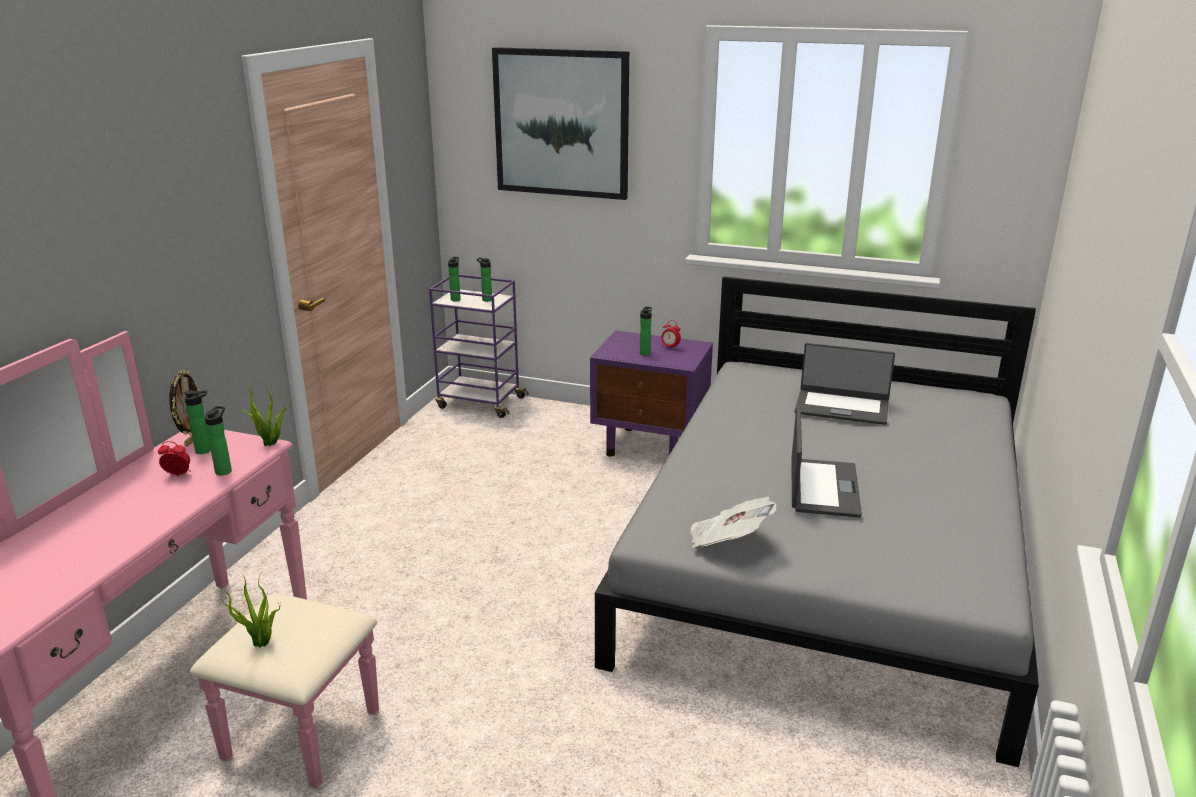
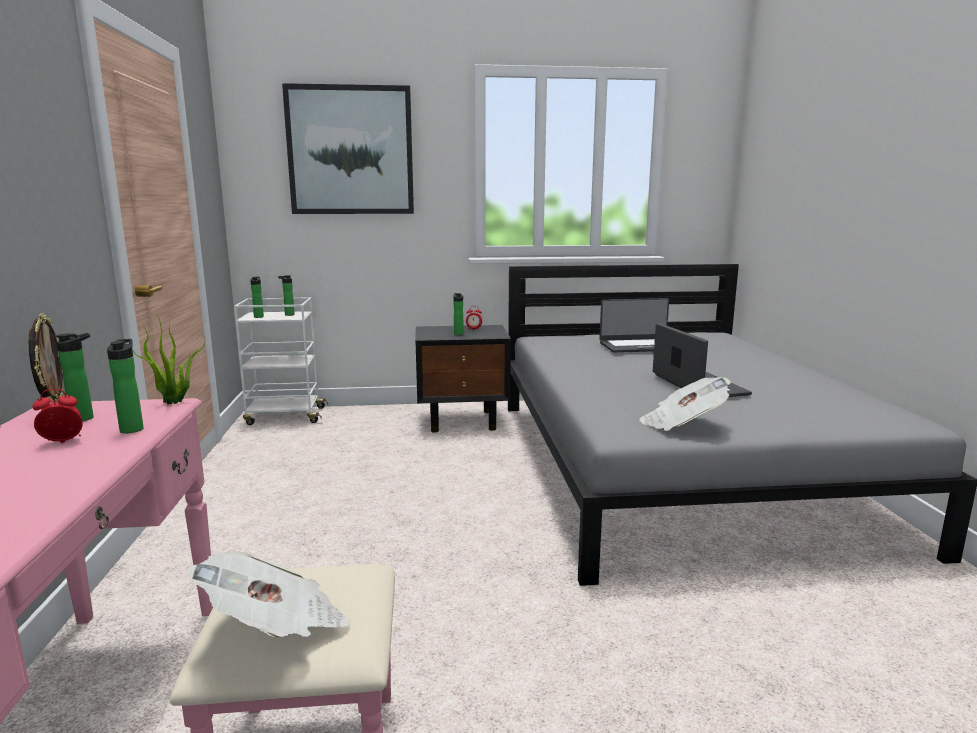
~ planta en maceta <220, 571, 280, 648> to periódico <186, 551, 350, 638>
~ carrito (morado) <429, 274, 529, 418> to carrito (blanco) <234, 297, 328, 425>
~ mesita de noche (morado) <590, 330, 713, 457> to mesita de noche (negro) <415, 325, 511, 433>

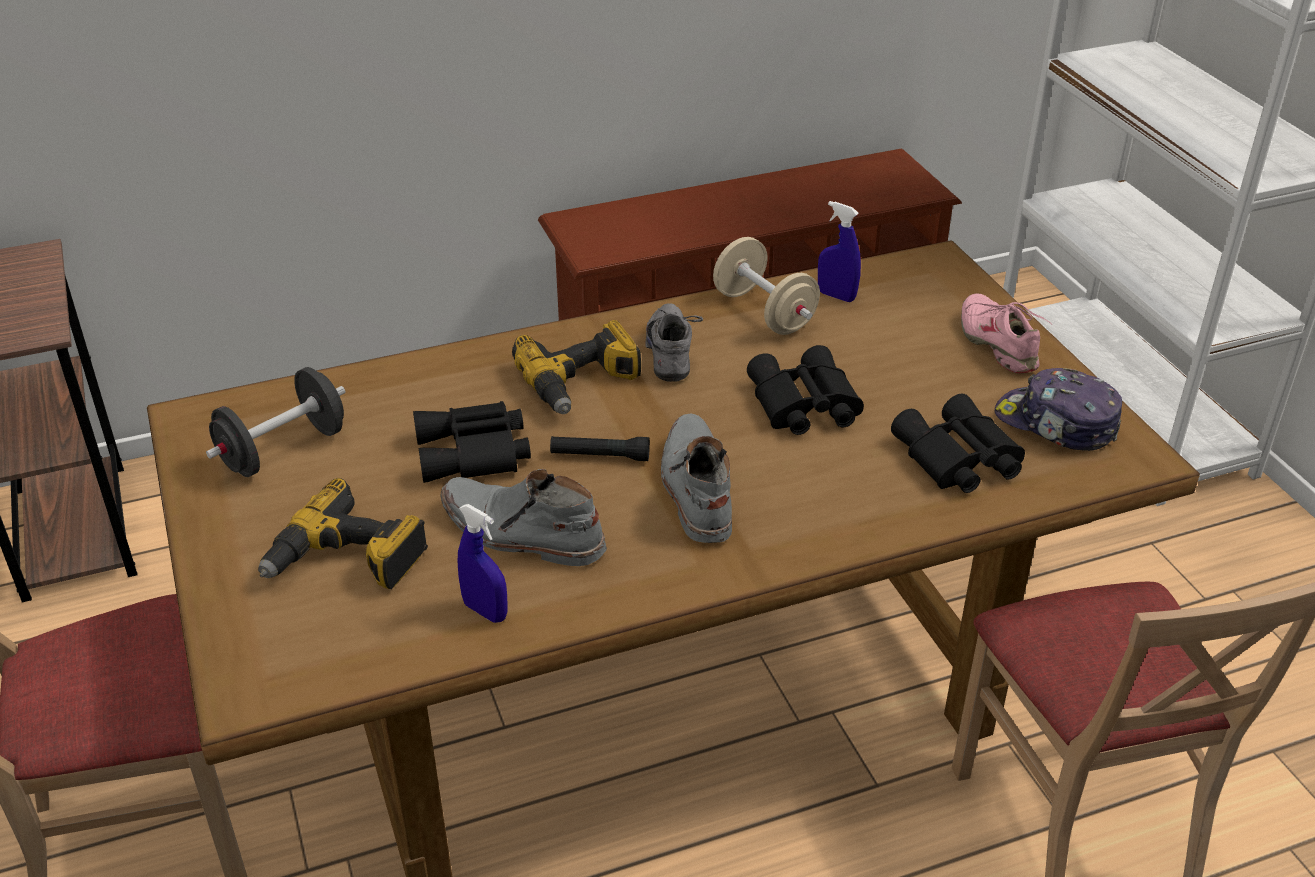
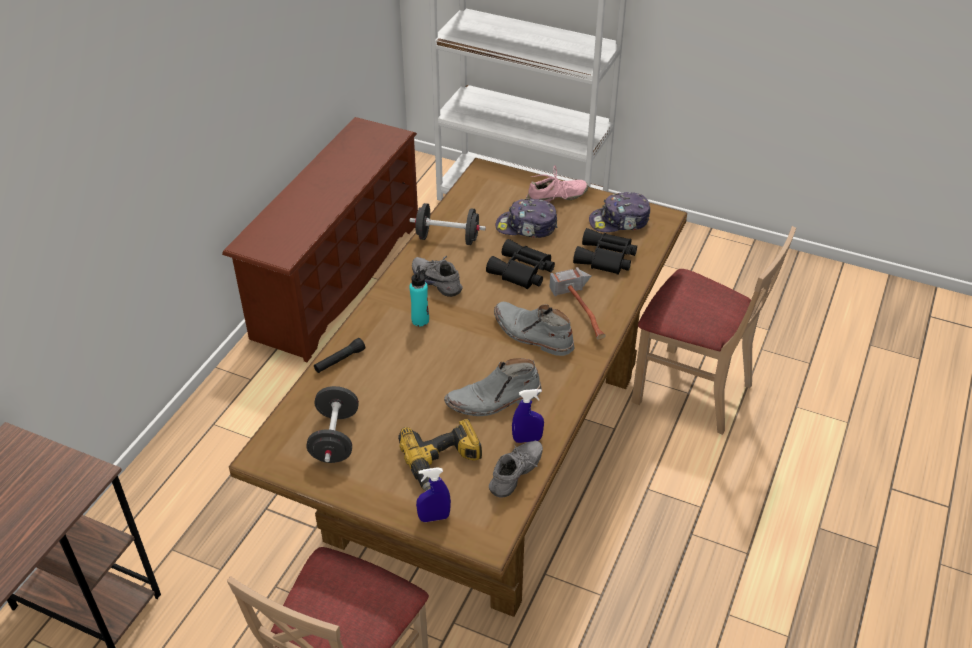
- prismáticos (negro) <413, 401, 531, 483>
~ taladro <512, 320, 641, 414> to botella (turquesa) <409, 265, 429, 326>
~ linterna (negro) <550, 436, 650, 461> to <314, 338, 365, 373>
~ mancuerna (beis) <713, 237, 820, 335> to mancuerna (negro) <410, 203, 486, 245>
~ pulverizador (azul) <818, 201, 861, 302> to <416, 467, 451, 522>
~ zapato (rosa) <961, 293, 1052, 373> = <526, 165, 589, 202> 135 degrees clockwise
+ zapato (gris) <489, 441, 543, 497>
+ gorra <495, 198, 557, 238>
+ martillo <550, 267, 606, 340>

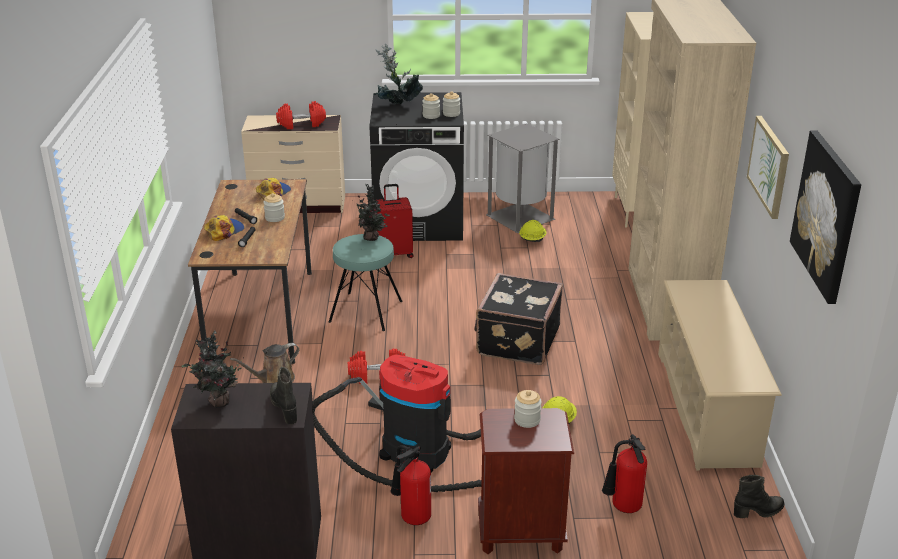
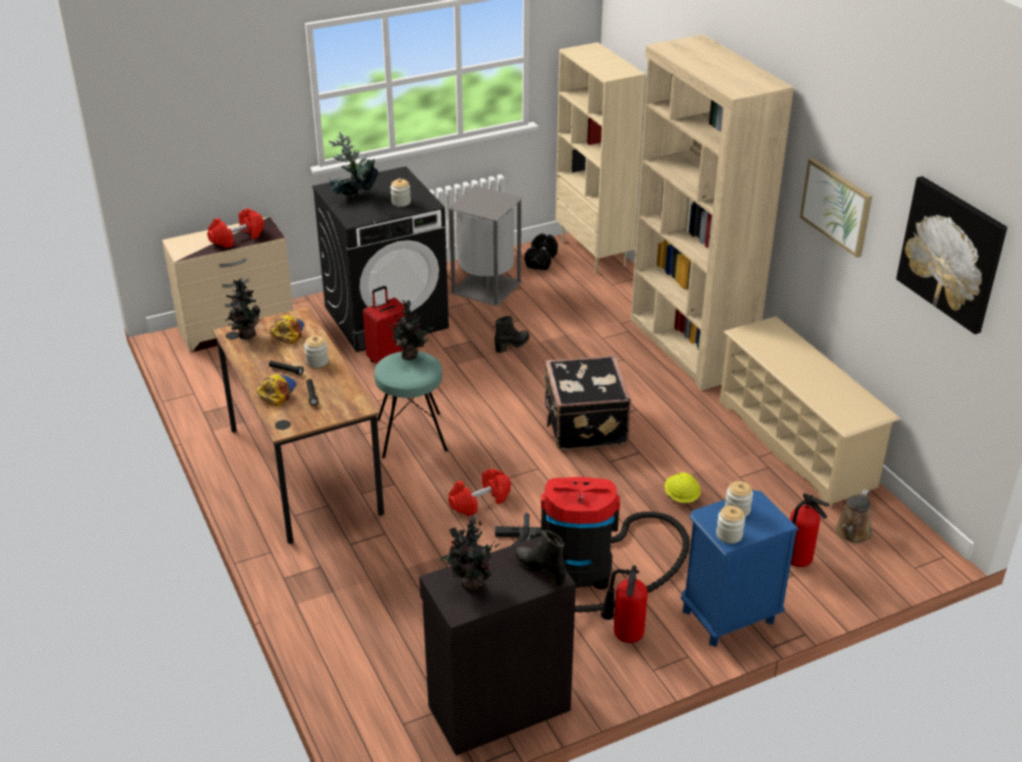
~ regadera (marrón) <230, 343, 299, 383> to <835, 489, 872, 543>
~ tarro <443, 91, 460, 117> to <716, 506, 745, 544>
~ mesita de noche (marrón) <478, 408, 574, 554> to mesita de noche (azul) <681, 490, 799, 647>
- casco (amarillo) <519, 220, 547, 242>
~ bota (negro) <734, 475, 785, 518> to <494, 316, 529, 353>
+ planta en maceta <225, 277, 260, 339>
+ mancuerna (negro) <525, 233, 558, 271>

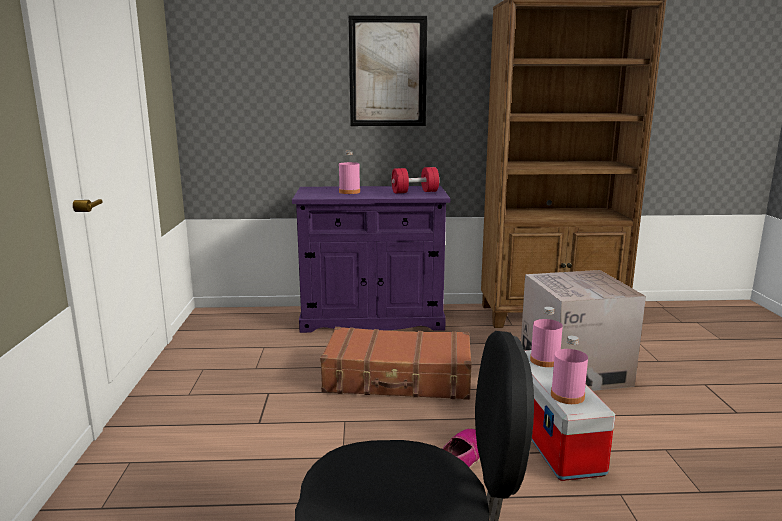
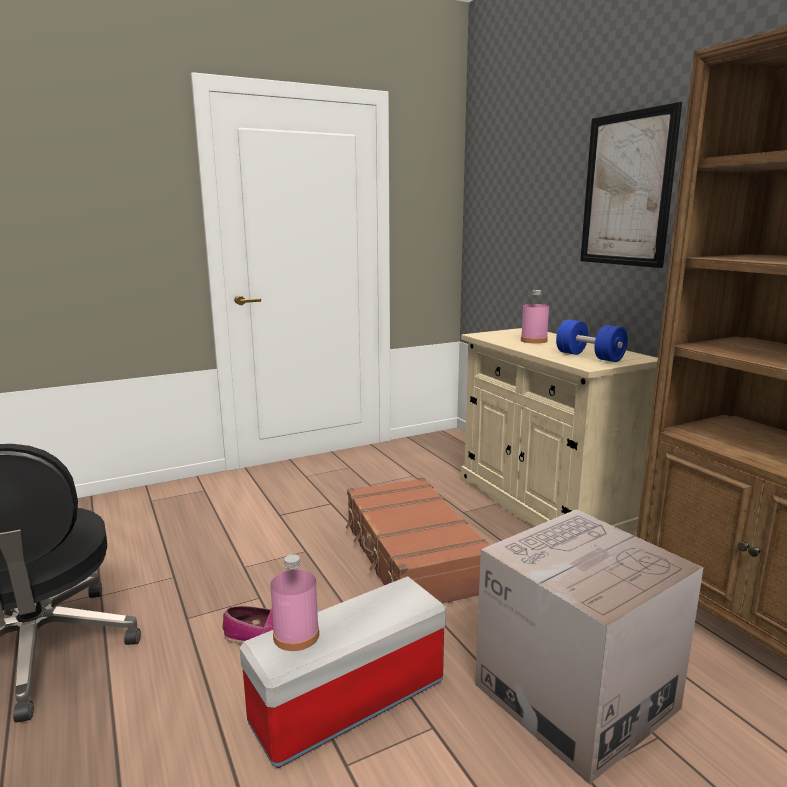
~ armario (morado) <292, 186, 450, 333> to armario (beis) <461, 328, 658, 536>
~ mancuerna (rojo) <391, 167, 439, 194> to mancuerna (azul) <556, 320, 628, 362>
- botella (rosa) <530, 307, 563, 367>

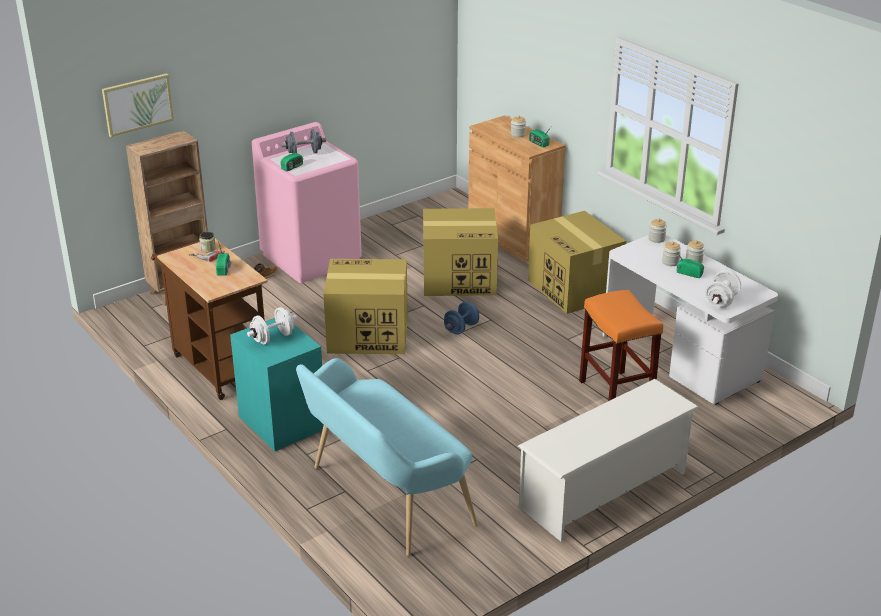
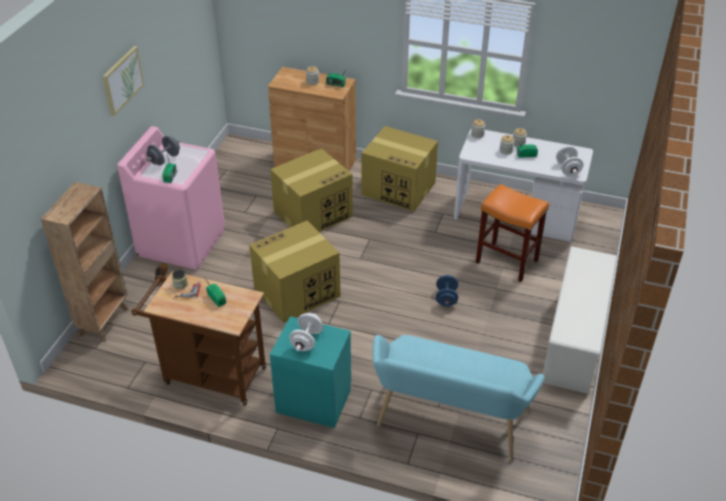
~ cuadro <102, 73, 174, 137> to <102, 46, 144, 116>
~ mancuerna (azul) <444, 301, 479, 335> to <436, 275, 458, 307>

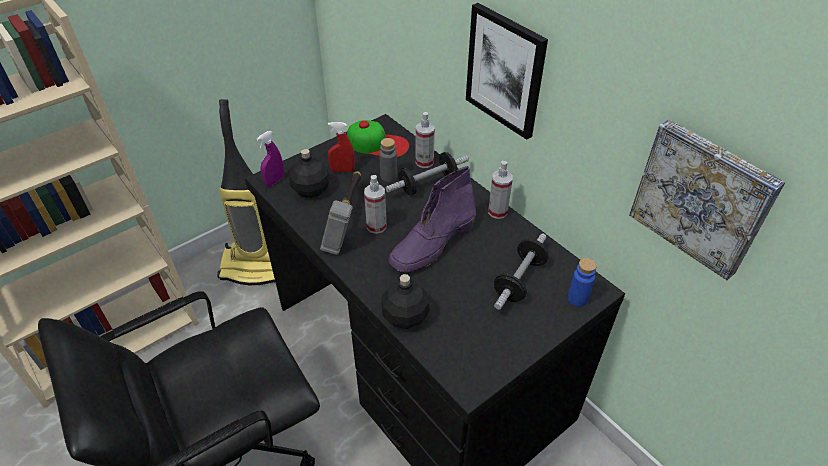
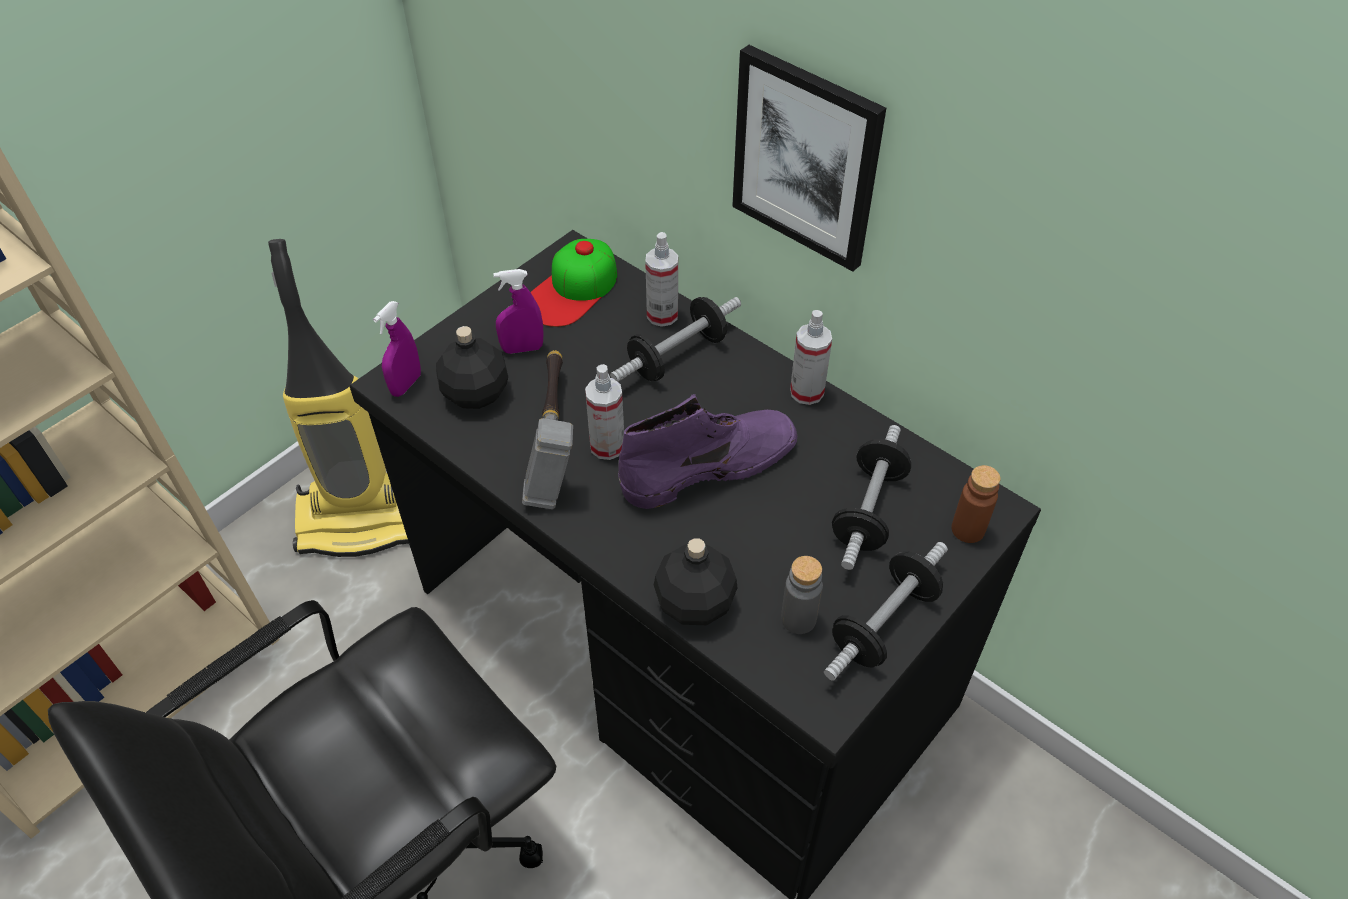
~ pulverizador (rojo) <328, 122, 355, 172> to pulverizador (morado) <493, 269, 543, 354>
~ gorra <347, 120, 409, 157> = <530, 239, 617, 327> 120 degrees clockwise
~ botella (gris) <379, 138, 397, 182> to <781, 556, 823, 634>
~ bota (morado) <389, 166, 476, 273> = <618, 394, 797, 509> 150 degrees counterclockwise
~ botella (azul) <568, 258, 597, 307> to botella (marrón) <951, 465, 1001, 543>
- cuadro <629, 120, 785, 280>
+ mancuerna <824, 542, 948, 681>

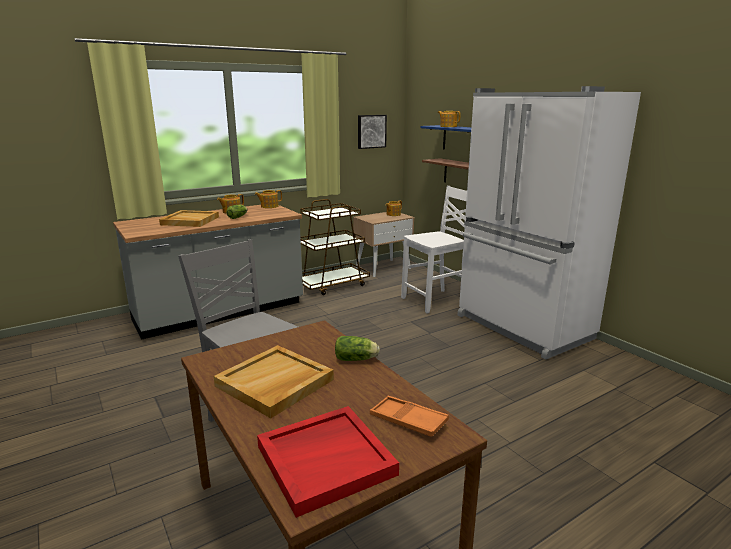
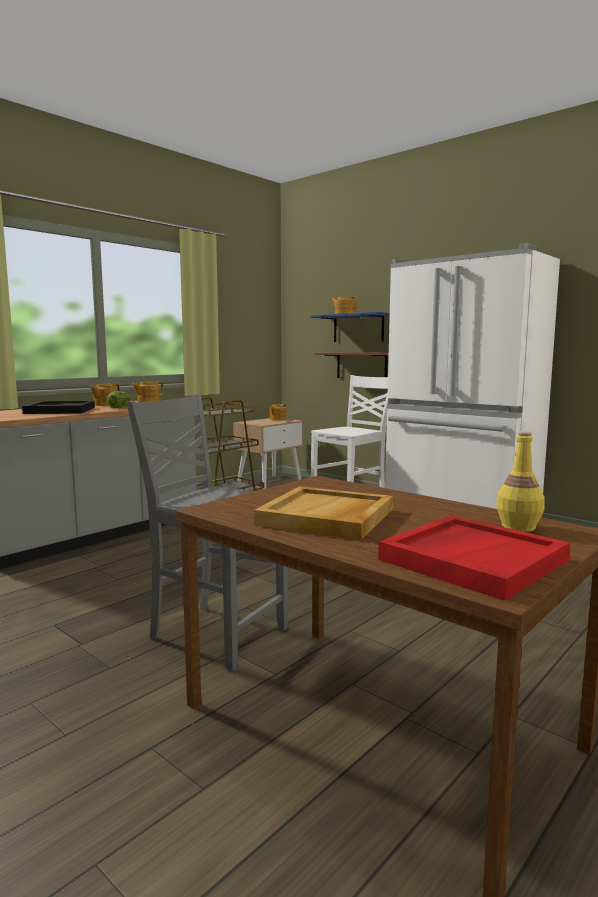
~ bandeja (beis) <159, 210, 219, 227> to bandeja (negro) <22, 401, 95, 414>
- lechuga <335, 336, 380, 361>
- cuadro <358, 115, 387, 149>
~ bandeja (naranja) <370, 396, 449, 437> to botella (amarillo) <496, 431, 545, 532>

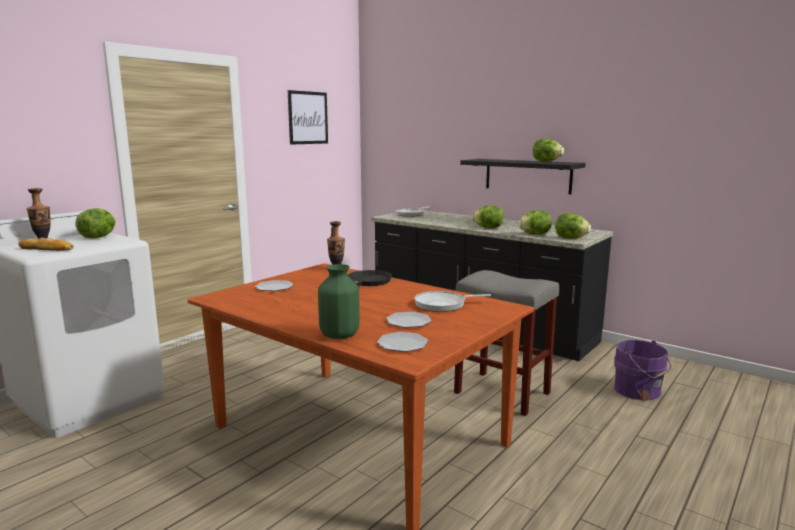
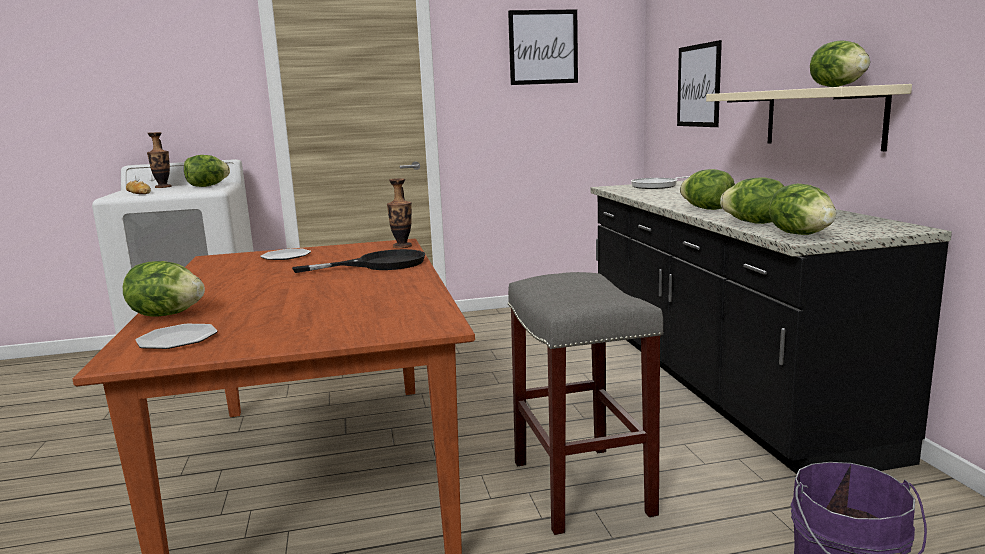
~ florero (verde) <318, 264, 360, 339> to lechuga <123, 261, 205, 317>
- plato <386, 312, 432, 328>
- sartén <414, 291, 491, 312>
~ estante (negro) <460, 159, 586, 194> to estante (beis) <706, 84, 912, 151>
+ cuadro <677, 40, 722, 127>

